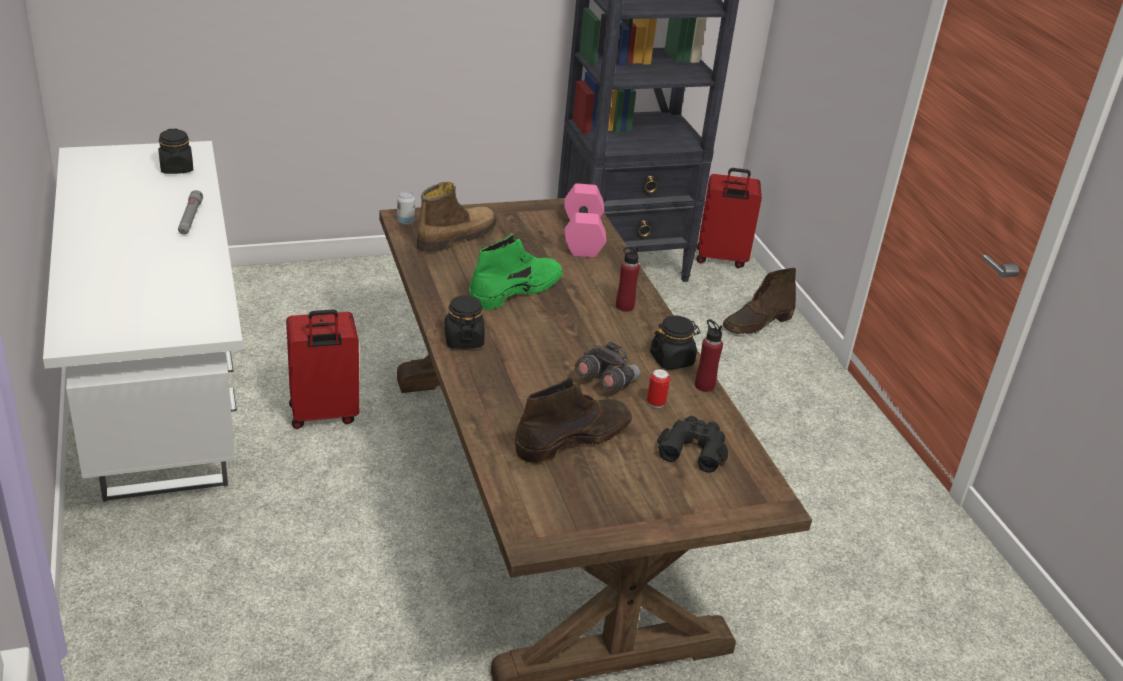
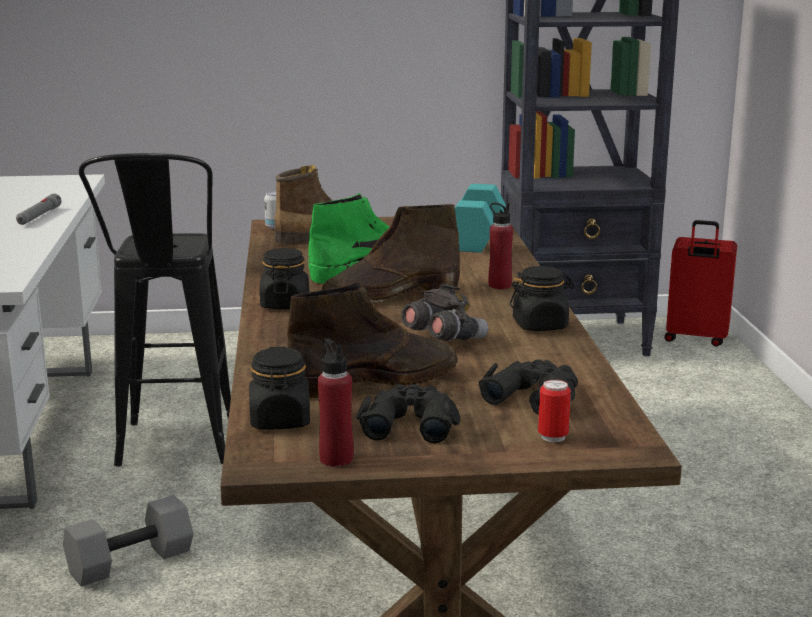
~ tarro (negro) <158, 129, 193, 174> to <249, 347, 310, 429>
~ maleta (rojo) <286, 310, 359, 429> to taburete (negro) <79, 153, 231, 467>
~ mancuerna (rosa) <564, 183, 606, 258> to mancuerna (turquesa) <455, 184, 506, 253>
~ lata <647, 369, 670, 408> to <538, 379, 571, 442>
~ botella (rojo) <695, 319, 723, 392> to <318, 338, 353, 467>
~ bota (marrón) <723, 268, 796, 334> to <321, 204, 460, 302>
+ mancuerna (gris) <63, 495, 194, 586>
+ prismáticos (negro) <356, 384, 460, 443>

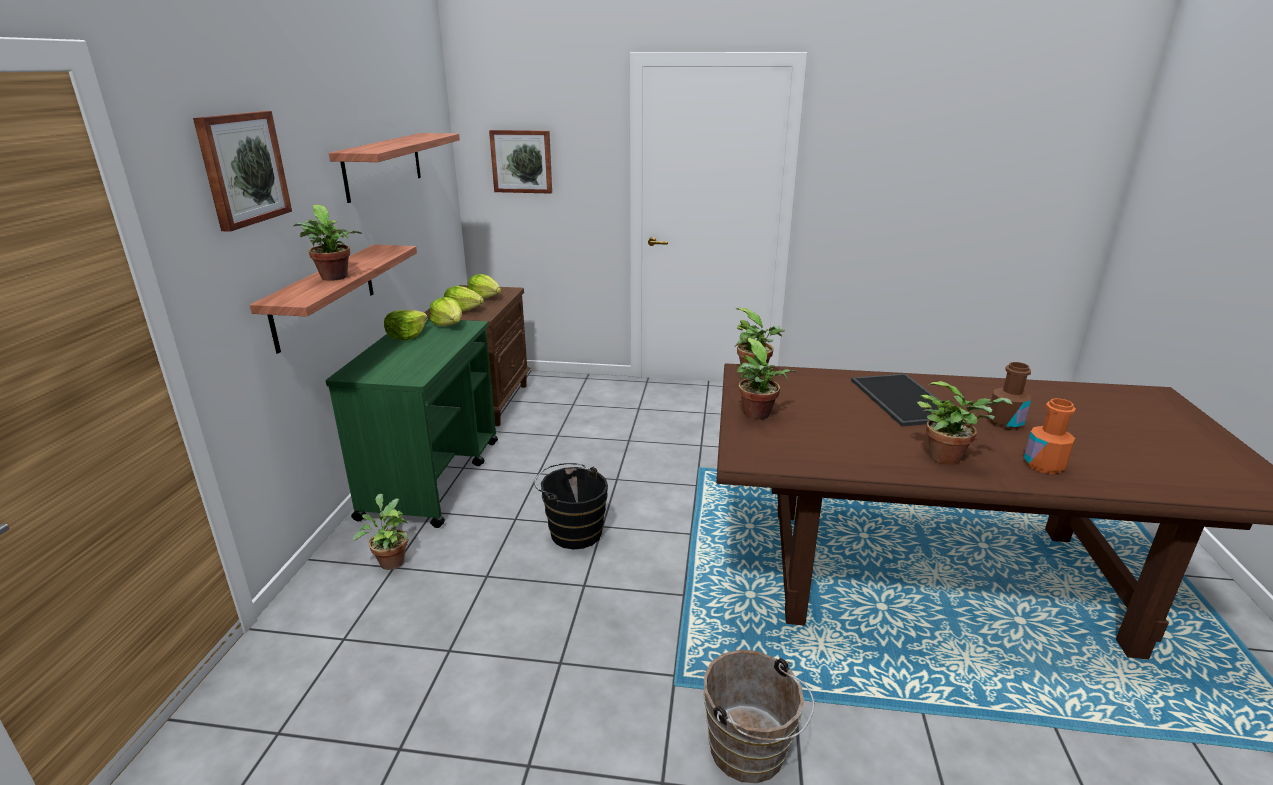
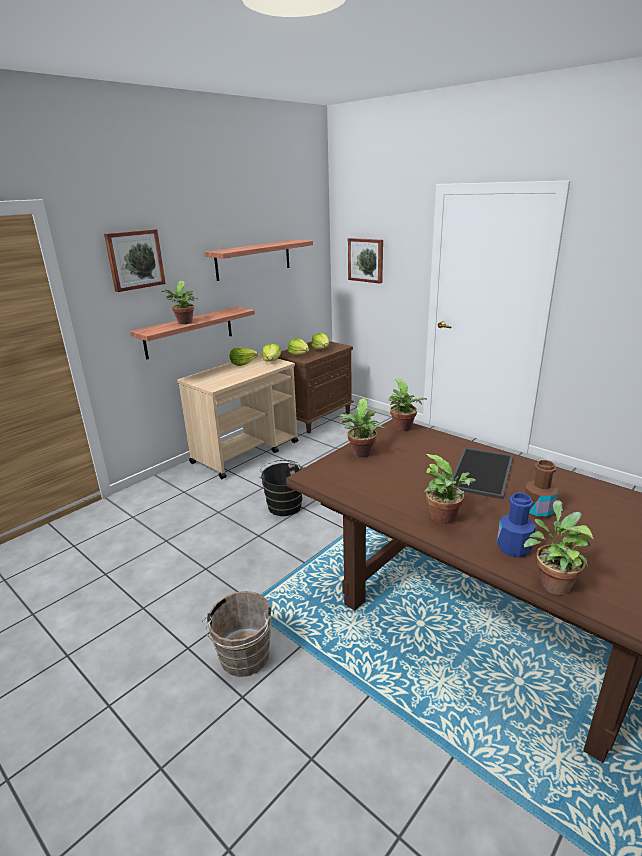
~ carrito (verde) <325, 318, 498, 528> to carrito (beis) <177, 354, 298, 479>
~ planta en maceta <353, 494, 409, 570> to <524, 500, 593, 595>
~ botella (naranja) <1024, 398, 1076, 474> to botella (azul) <497, 493, 536, 557>

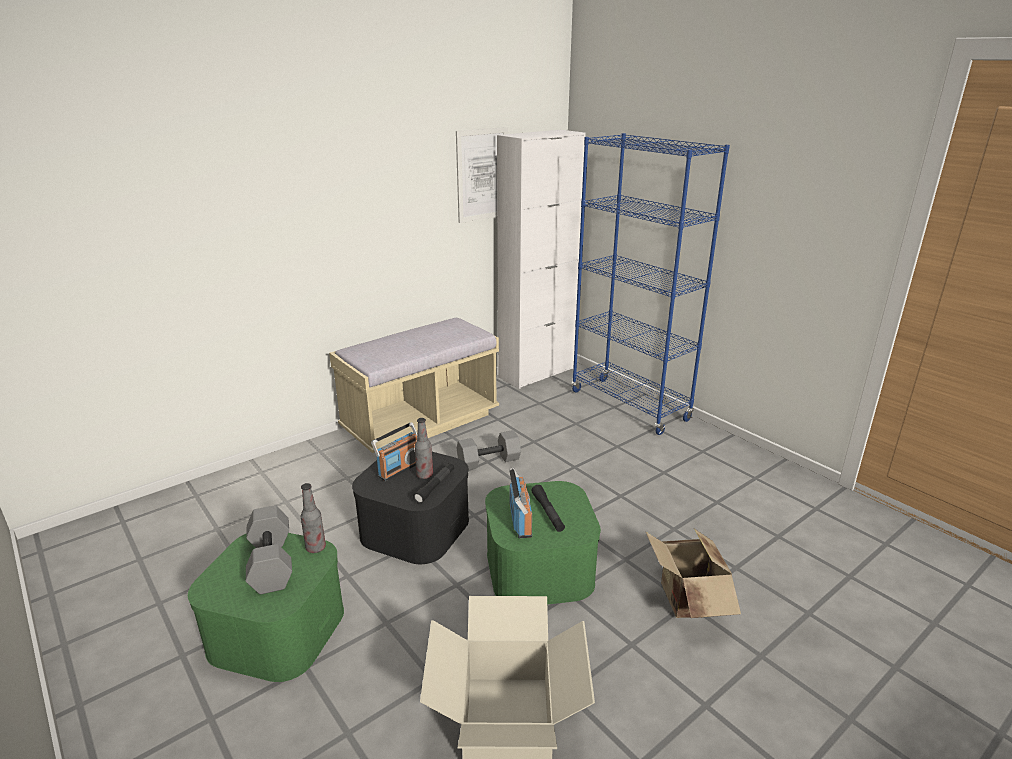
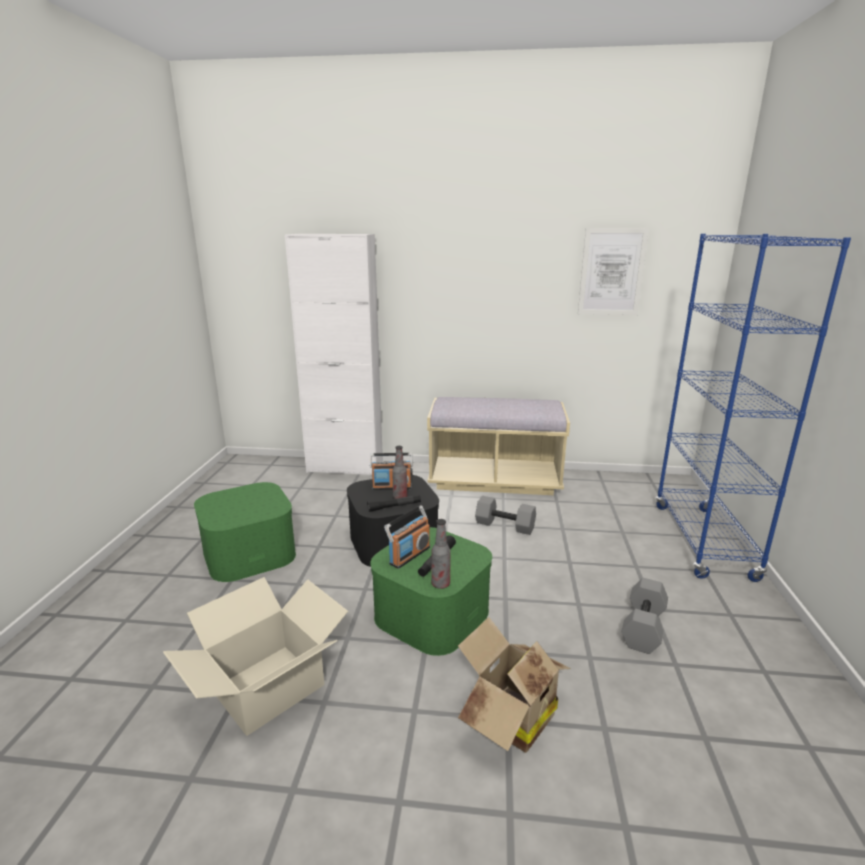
~ mancuerna (gris) <246, 505, 292, 594> to <621, 578, 668, 654>
~ botella <301, 483, 326, 553> to <431, 519, 450, 589>
~ armario (blanco) <497, 130, 586, 389> to <285, 234, 383, 475>

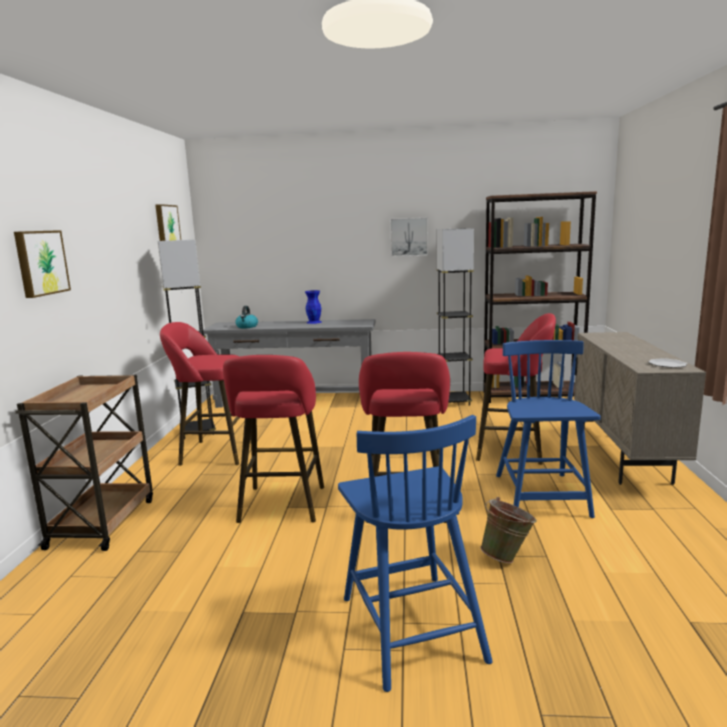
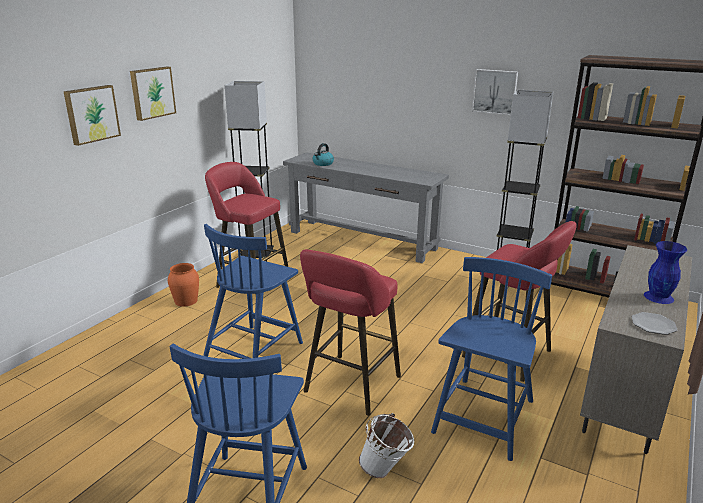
- carrito (marrón) <15, 375, 153, 551>
~ cuadro <155, 204, 181, 241> to <130, 67, 176, 121>
~ taburete (rojo) <223, 355, 324, 523> to silla (azul) <203, 224, 303, 359>
~ florero (azul) <305, 290, 321, 324> to <644, 241, 687, 304>
~ cubo (verde) <480, 497, 537, 563> to cubo (blanco) <359, 413, 414, 478>
+ florero (naranja) <168, 263, 199, 307>

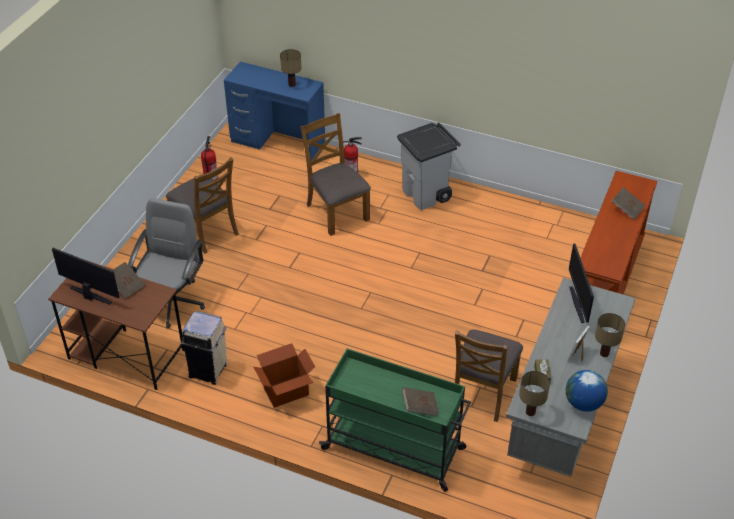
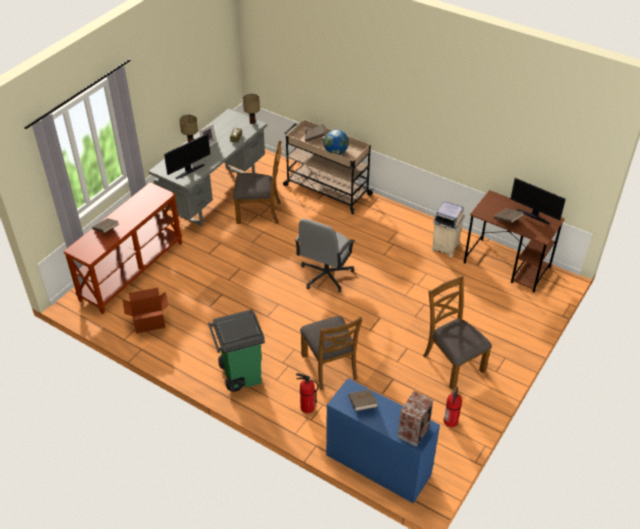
~ silla de oficina (gris) <128, 198, 205, 328> to <295, 218, 355, 292>
~ caja de cartón <254, 343, 315, 408> to <123, 288, 168, 333>
~ lámpara de mesa <280, 49, 301, 87> to libro (marrón) <348, 389, 378, 411>
~ carrito (verde) <319, 348, 471, 492> to carrito (beis) <283, 119, 374, 214>
~ papelera (gris) <397, 123, 460, 210> to papelera (verde) <208, 309, 265, 392>
~ silla (marrón) <455, 329, 523, 422> = <233, 140, 282, 224> 60 degrees clockwise
~ globo terráqueo <566, 370, 608, 412> to <324, 130, 349, 155>
~ monitor <569, 244, 594, 323> = <164, 134, 210, 179> 45 degrees clockwise
+ altavoz <398, 391, 433, 447>

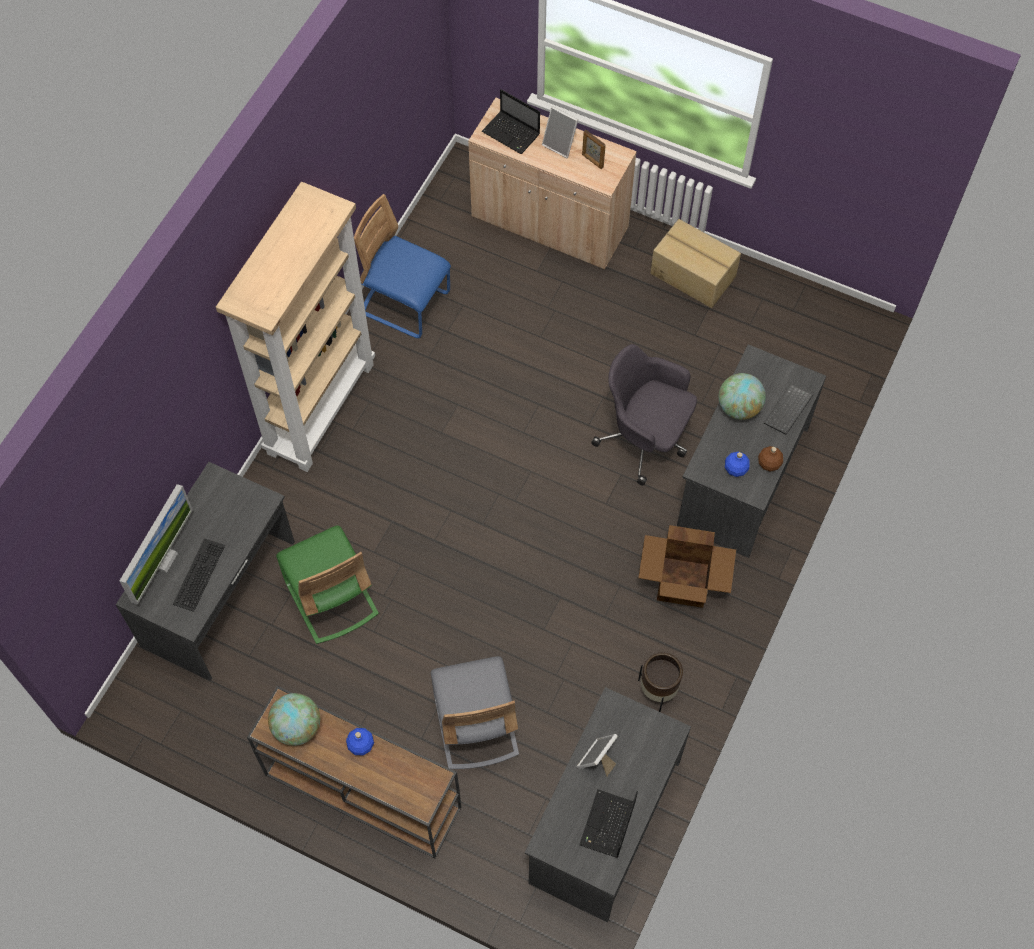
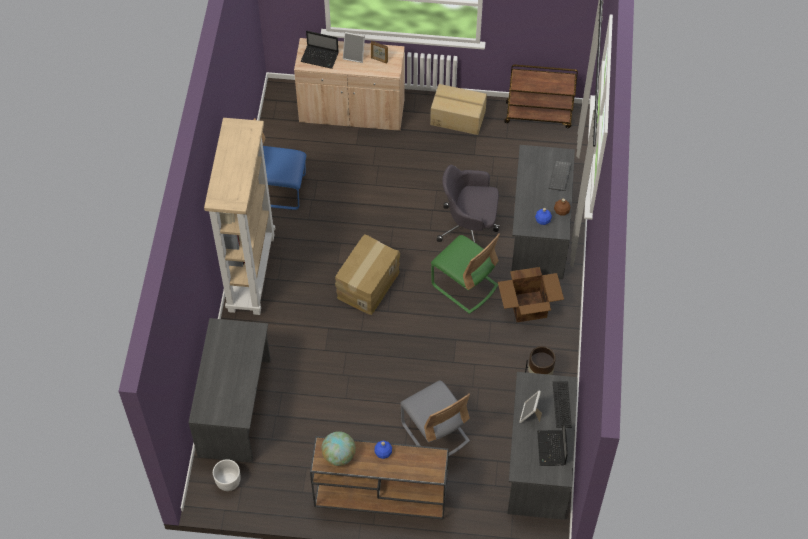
- monitor <120, 484, 193, 605>
~ teclado <173, 538, 225, 612> to <553, 381, 572, 428>
~ silla (verde) <276, 525, 379, 644> to <431, 234, 500, 314>
- globo terráqueo <719, 373, 766, 420>
+ maceta (blanco) <213, 459, 241, 491>
+ caja de cartón <335, 234, 400, 315>
+ carrito (marrón) <504, 65, 578, 128>

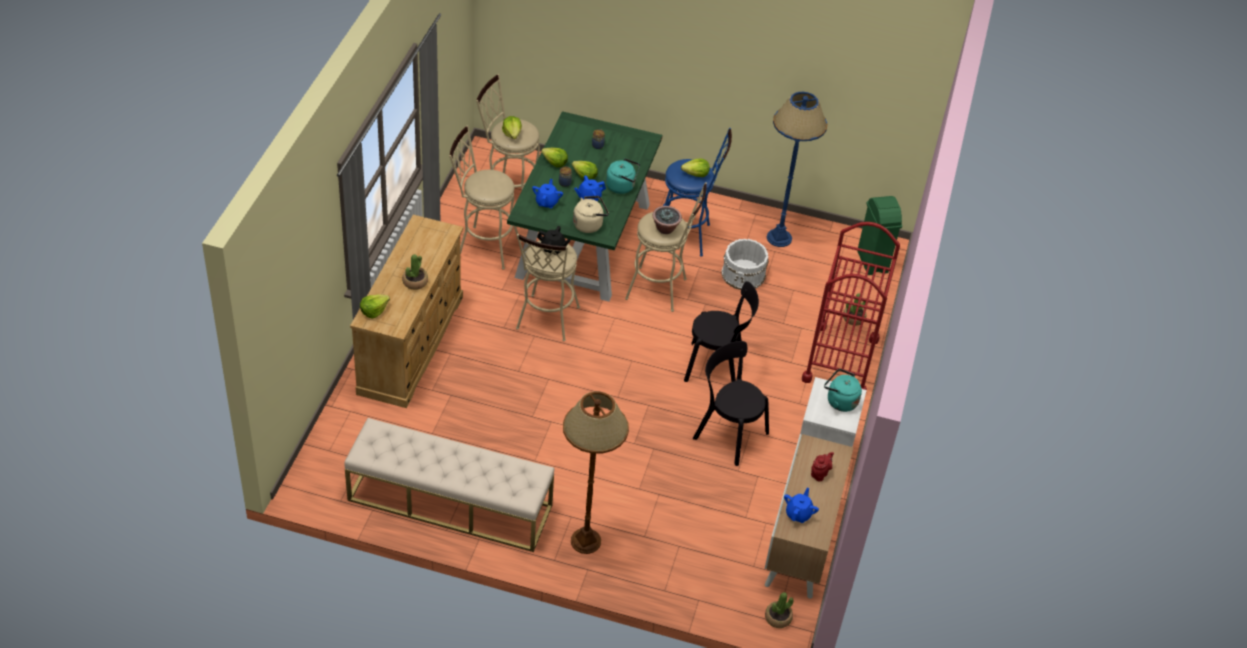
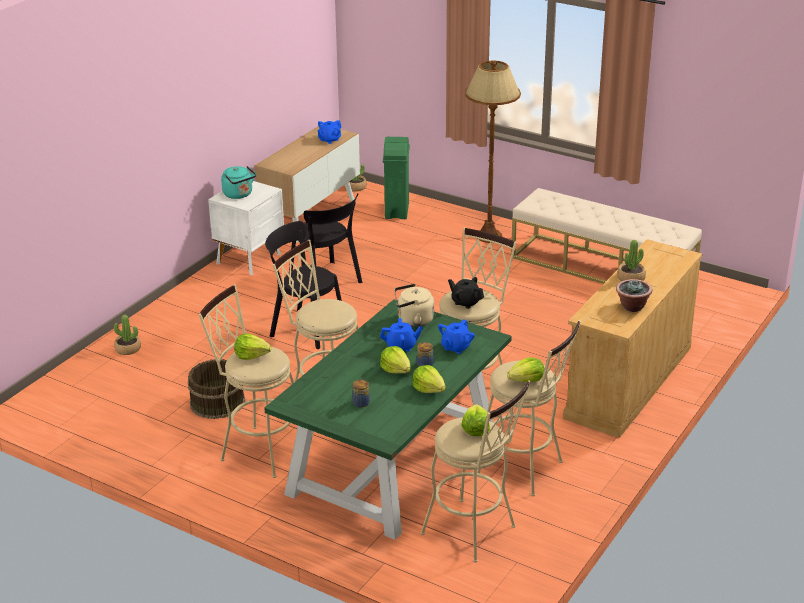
~ lechuga <360, 294, 390, 319> to <507, 357, 544, 382>
- hervidor (turquesa) <606, 158, 640, 194>
~ planta en maceta <652, 206, 682, 234> to <616, 279, 652, 312>
~ taburete (azul) <663, 128, 732, 256> to taburete (beis) <199, 285, 294, 478>
~ cubo (blanco) <721, 239, 769, 290> to cubo (marrón) <187, 359, 245, 419>
- lámpara de pie (azul) <767, 92, 828, 247>
- carrito (rojo) <802, 222, 900, 390>
- tetera (rojo) <811, 452, 834, 482>
~ papelera (verde) <857, 196, 902, 275> to <383, 137, 410, 219>

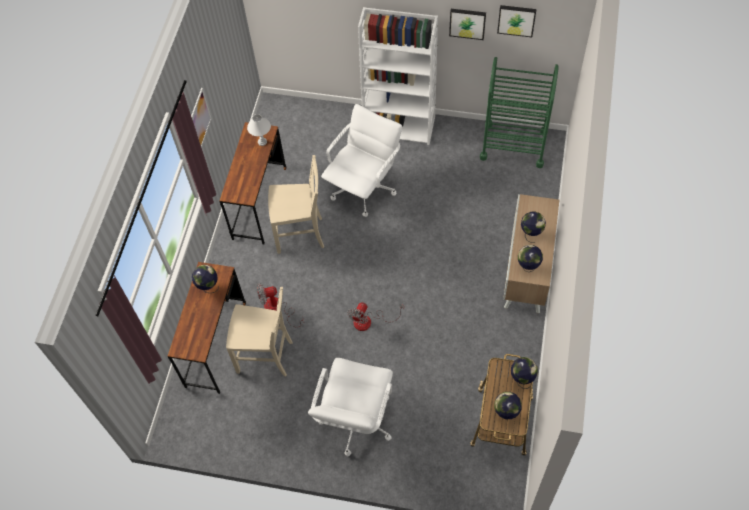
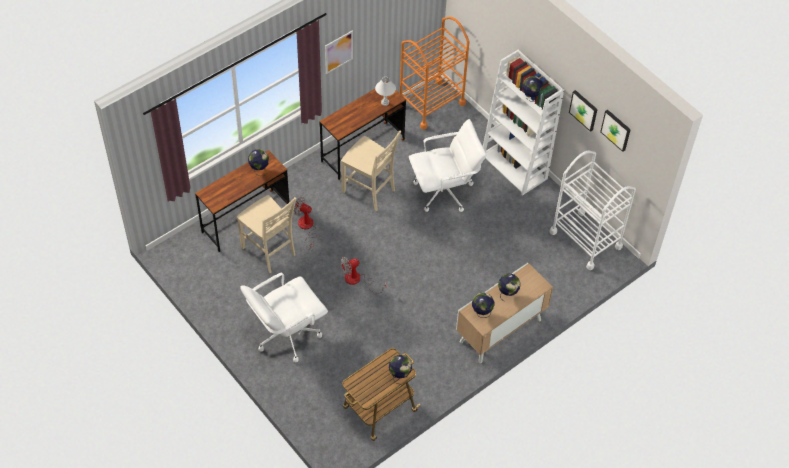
~ carrito (verde) <480, 57, 559, 168> to carrito (blanco) <549, 151, 636, 270>
~ globo terráqueo <494, 392, 522, 420> to <522, 76, 543, 102>
+ carrito (naranja) <400, 17, 470, 130>

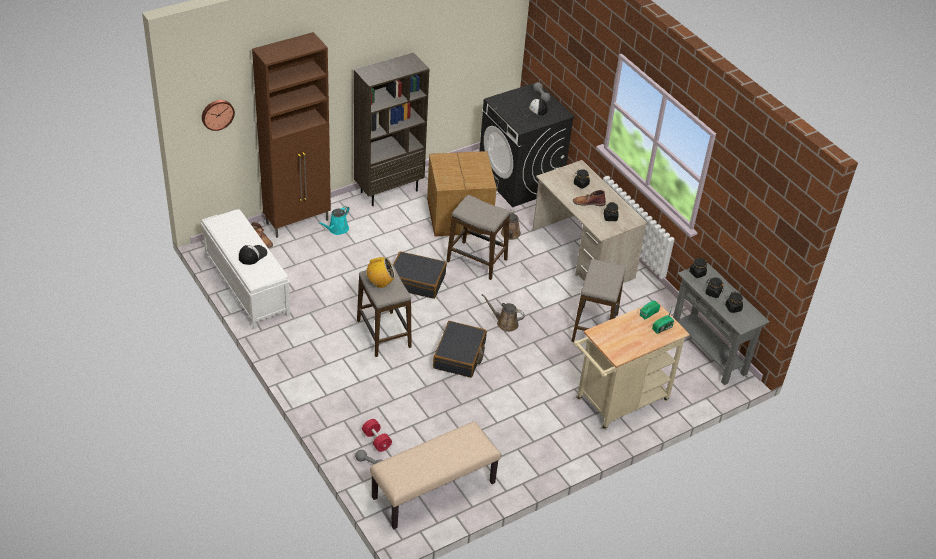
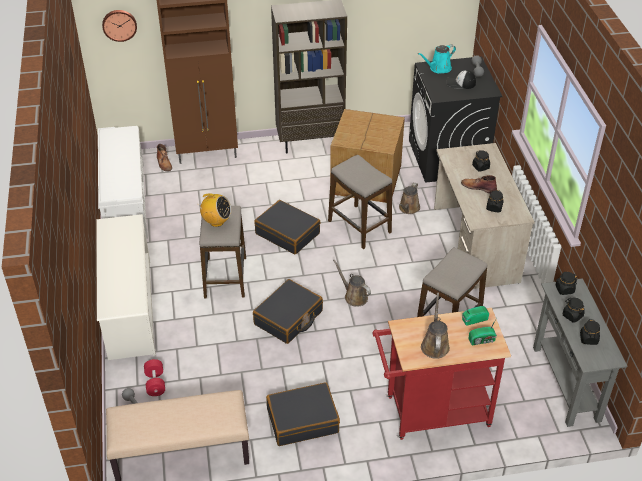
- gorra <239, 245, 267, 265>
~ regadera (turquesa) <319, 206, 349, 235> to <417, 44, 456, 73>
~ carrito (beis) <574, 301, 690, 430> to carrito (rojo) <372, 308, 511, 440>
+ zapatero (blanco) <96, 214, 156, 360>
+ maleta (negro) <266, 382, 340, 446>
+ regadera (marrón) <421, 293, 450, 359>

